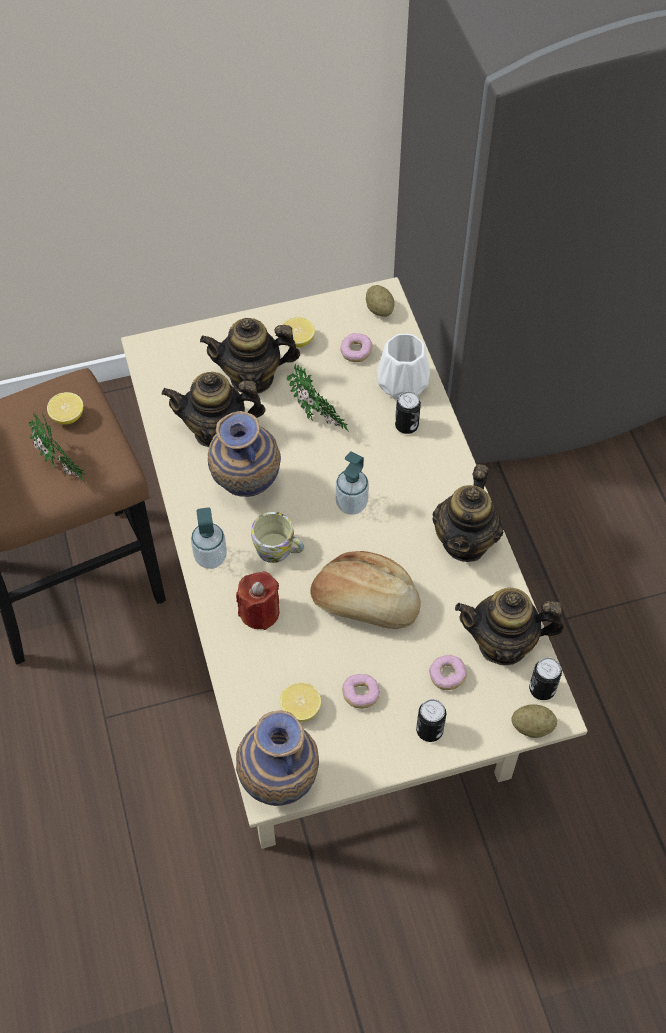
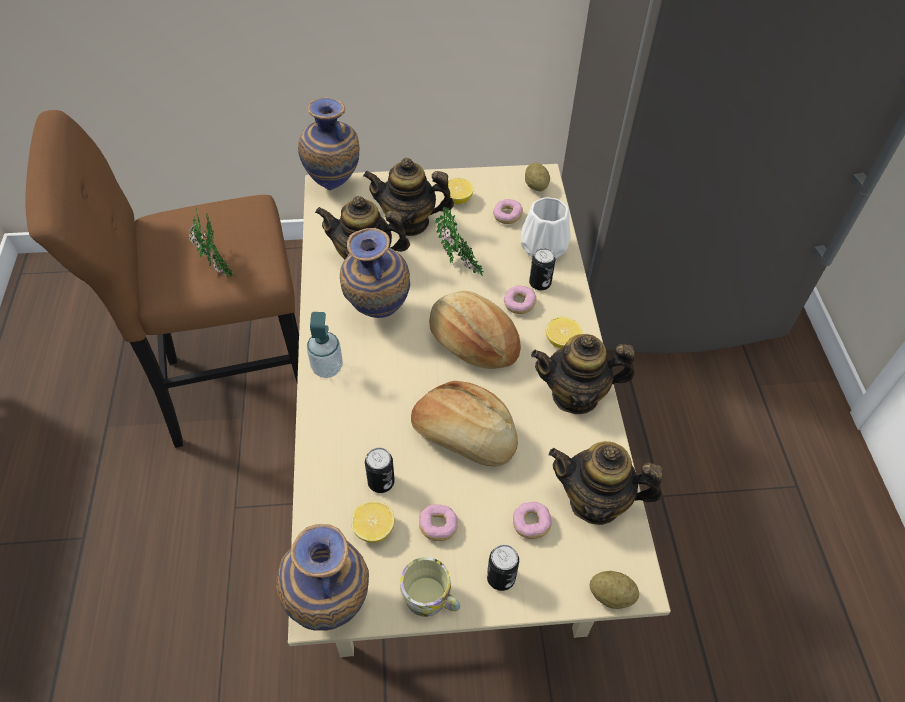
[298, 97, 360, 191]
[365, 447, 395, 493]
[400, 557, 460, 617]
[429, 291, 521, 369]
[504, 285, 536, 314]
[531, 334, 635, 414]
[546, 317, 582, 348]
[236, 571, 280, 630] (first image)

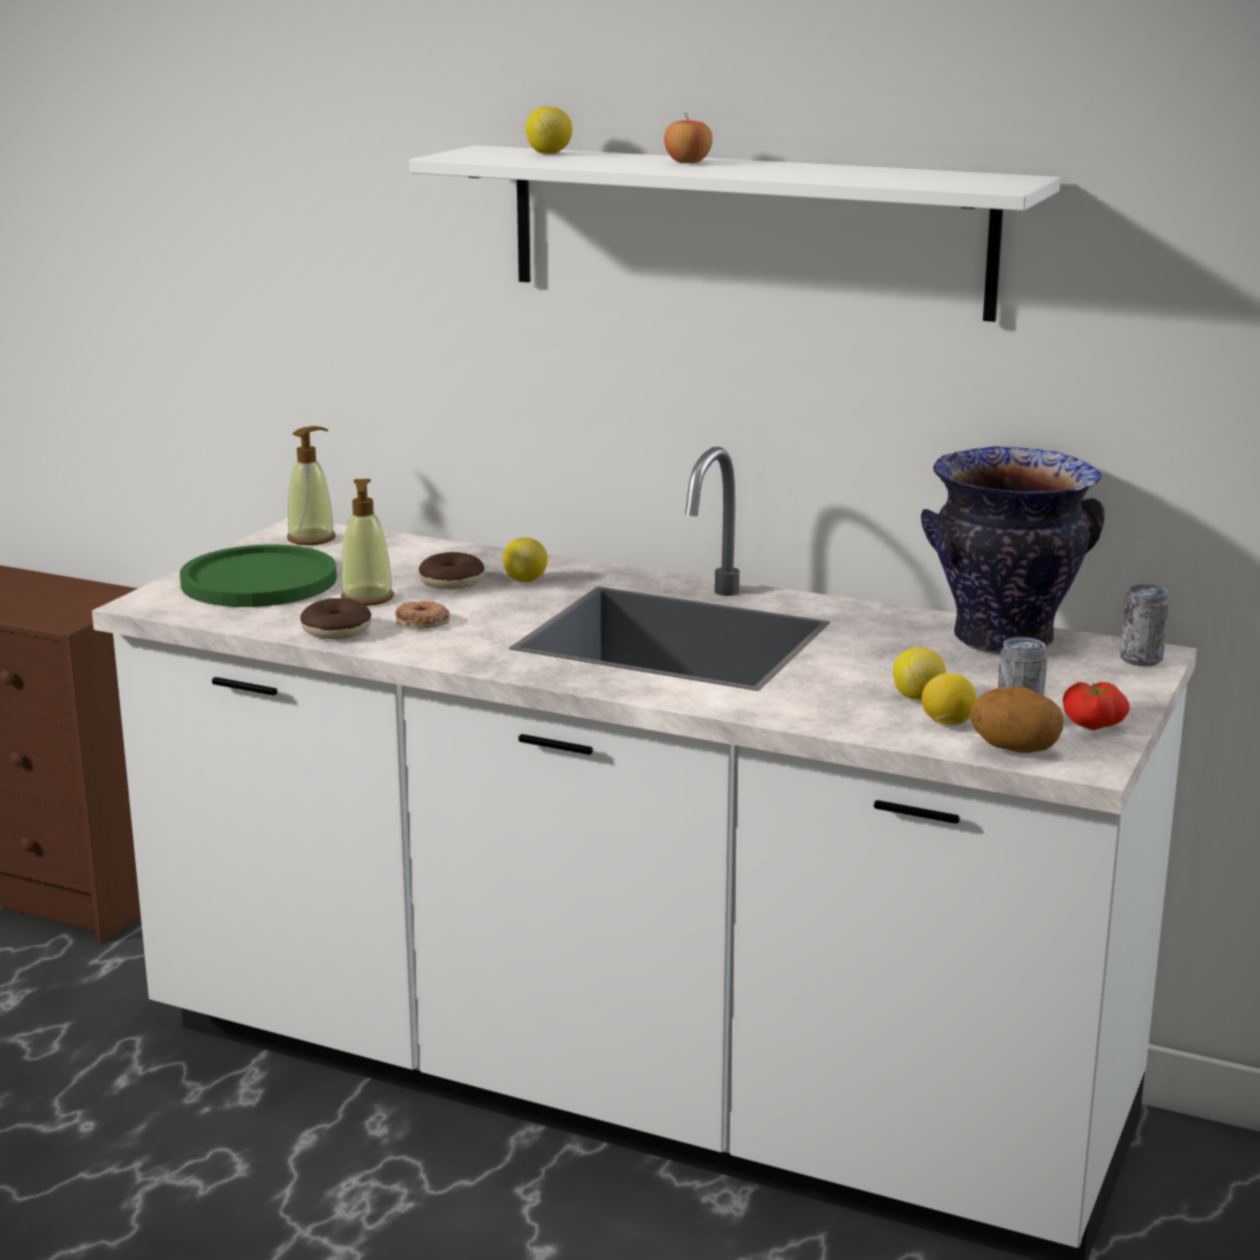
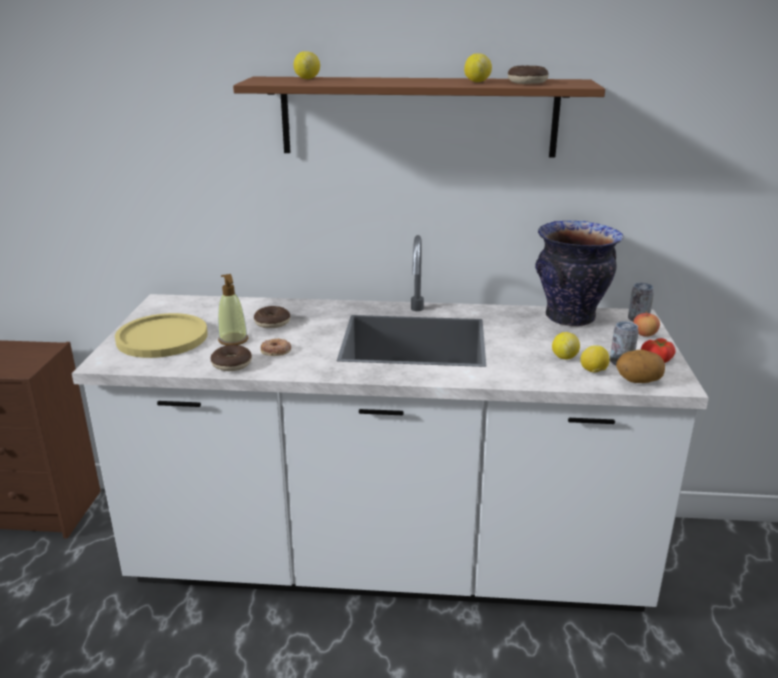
[115, 313, 208, 358]
[233, 77, 605, 158]
[464, 53, 492, 82]
[508, 66, 549, 84]
[633, 311, 660, 337]
[287, 426, 335, 545] (first image)

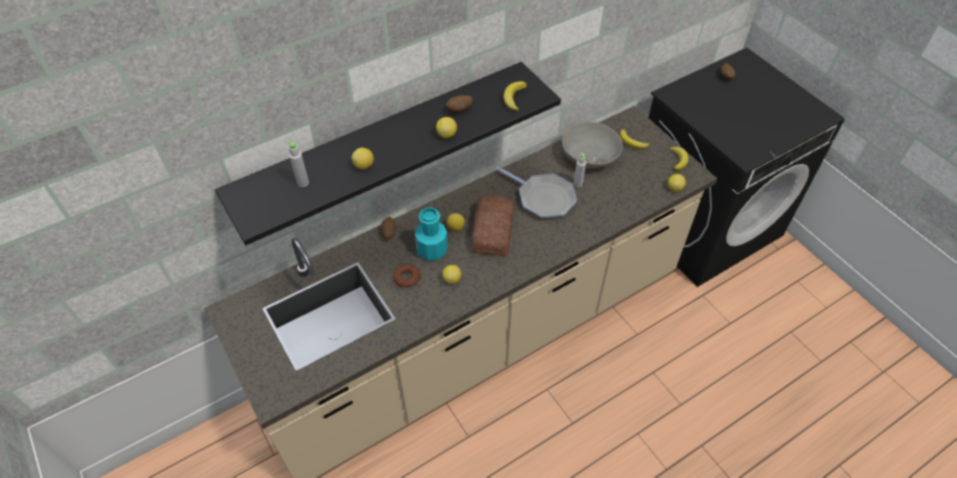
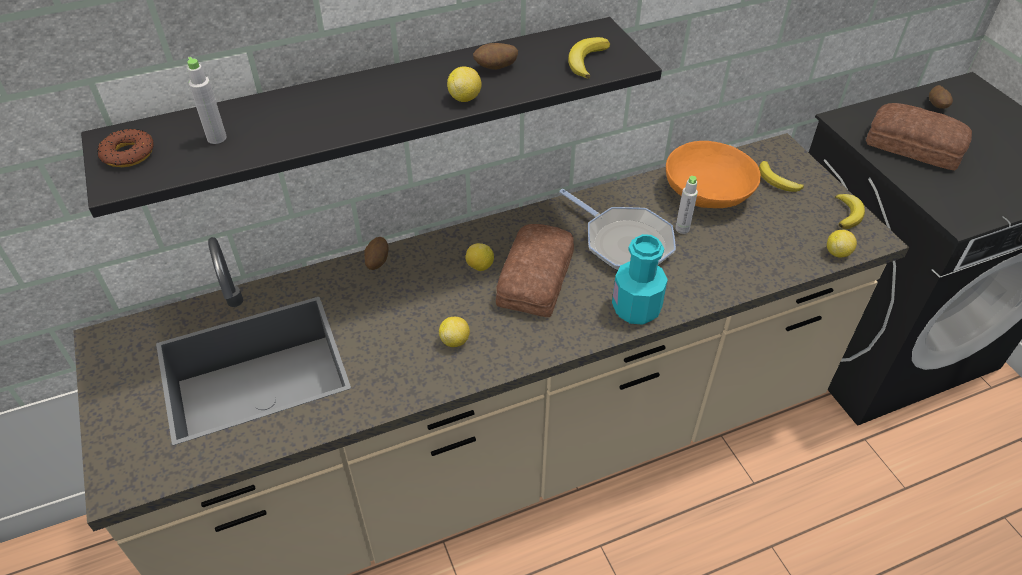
[97, 129, 154, 167]
[612, 234, 668, 325]
[666, 141, 761, 208]
[866, 103, 972, 170]
[352, 148, 374, 170] (first image)

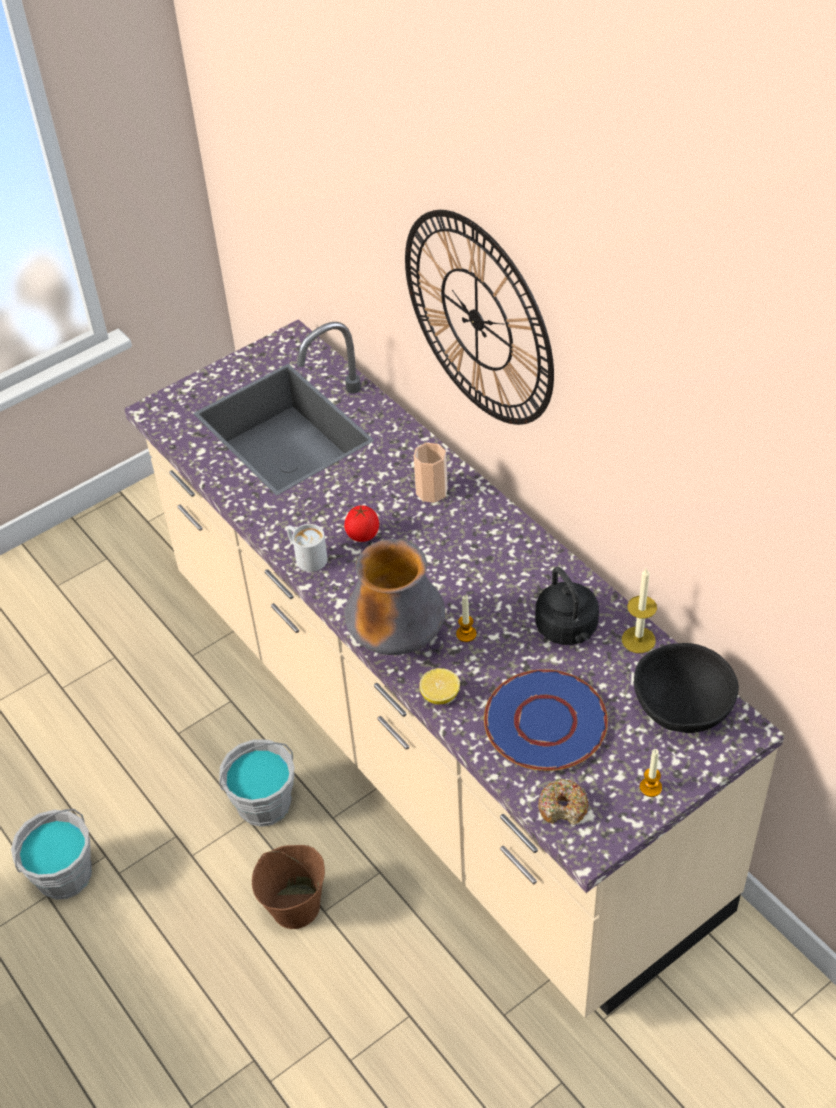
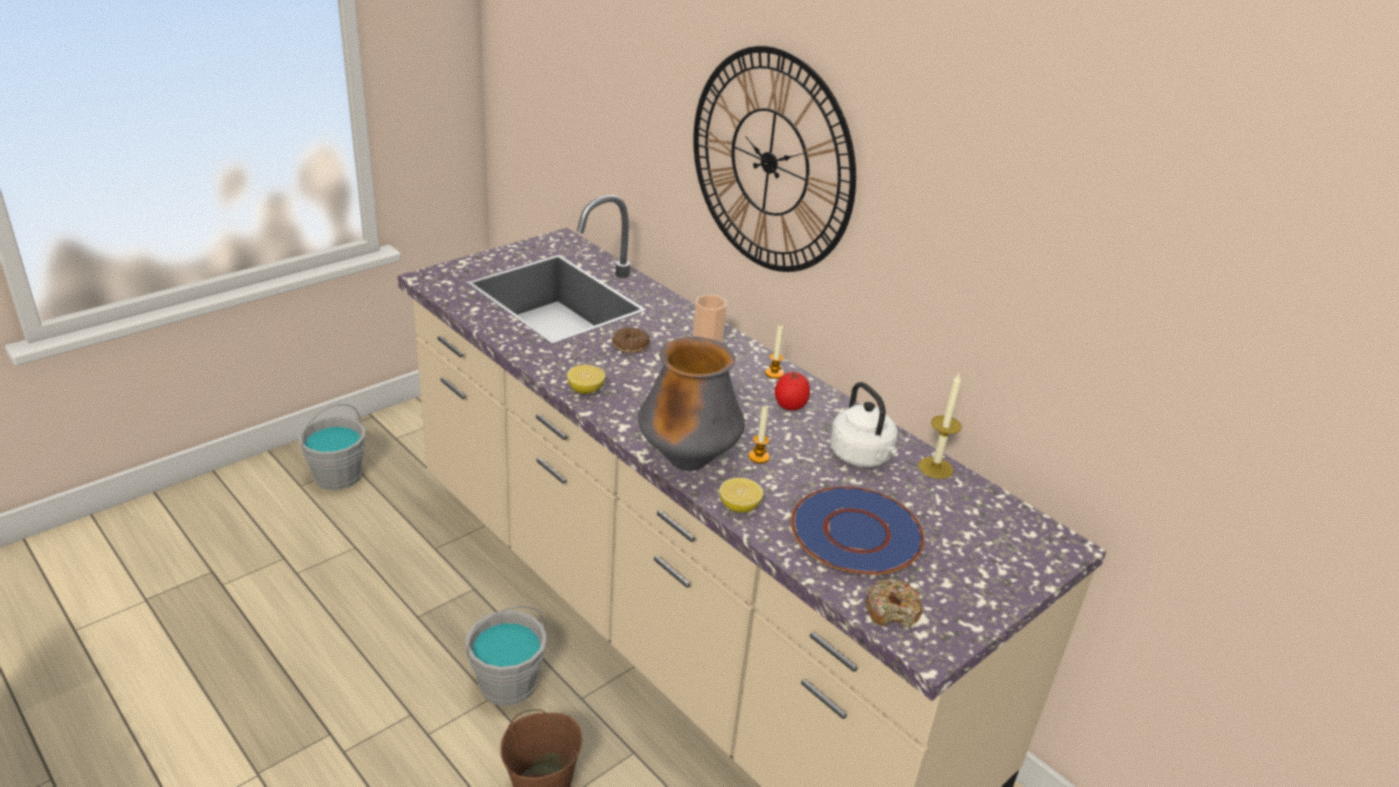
[298, 404, 365, 490]
[567, 365, 605, 394]
[612, 327, 650, 353]
[765, 325, 784, 379]
[775, 372, 810, 410]
[830, 382, 898, 467]
[634, 643, 739, 733] (first image)

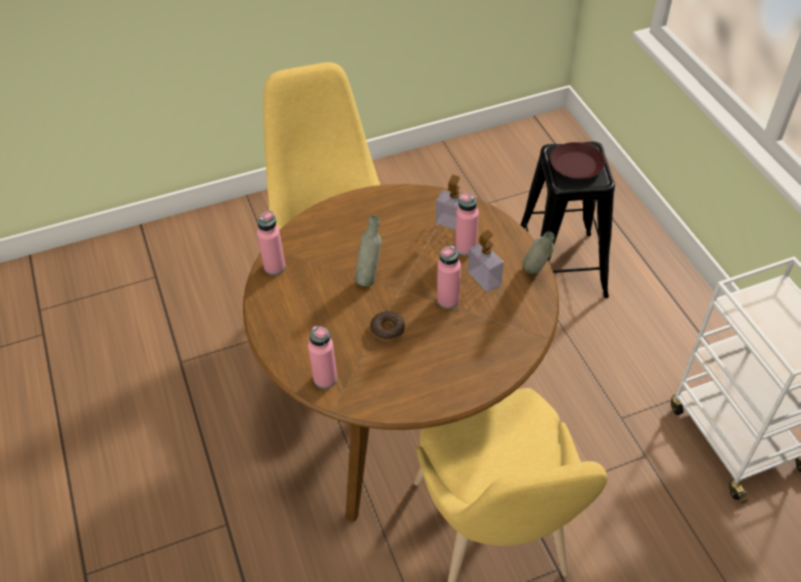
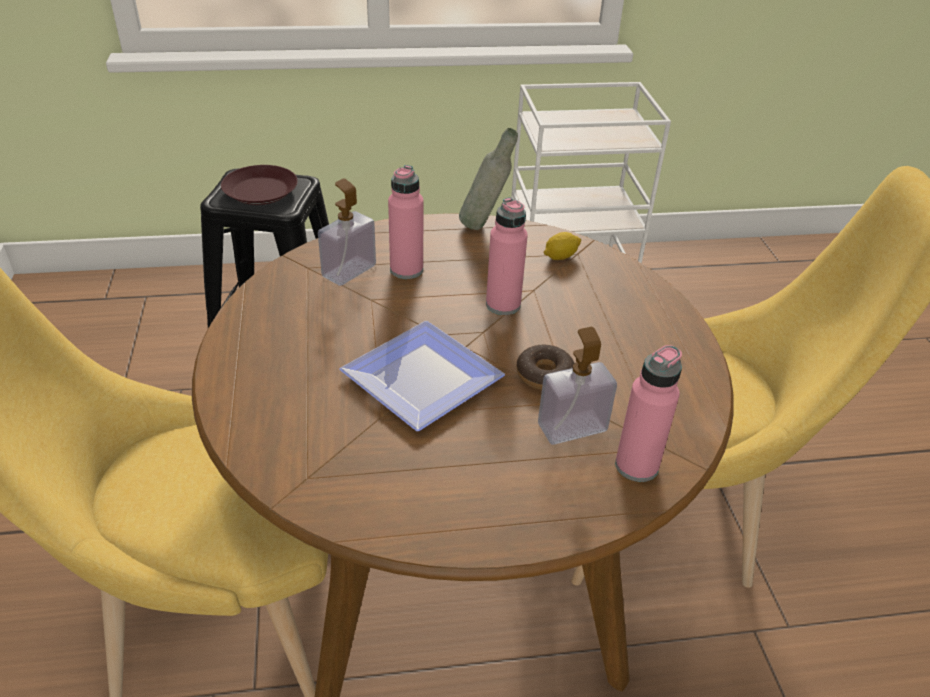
[339, 321, 505, 431]
[538, 327, 617, 445]
[544, 232, 581, 260]
[257, 211, 286, 275] (first image)

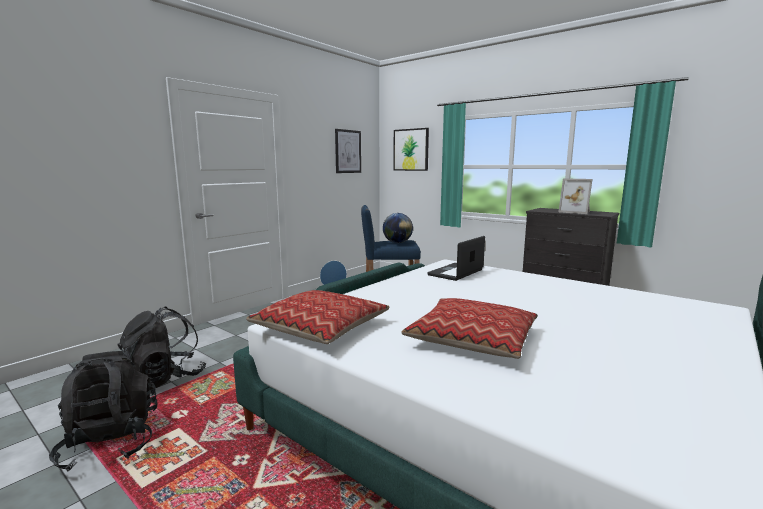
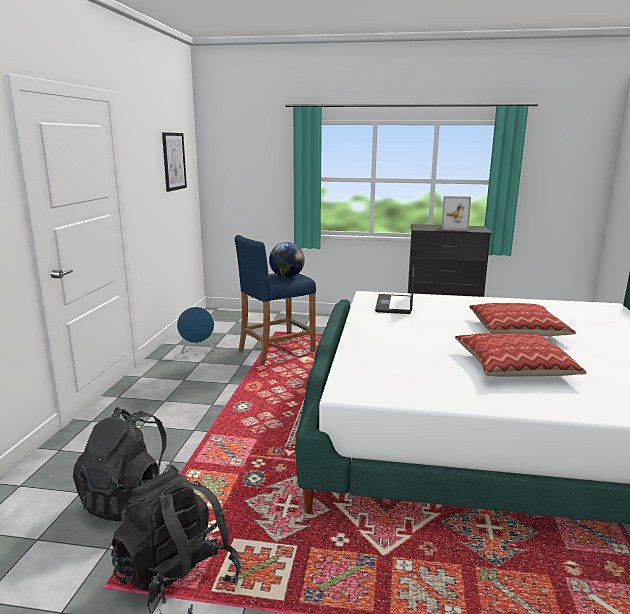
[469, 303, 576, 336]
[393, 128, 429, 171] (first image)

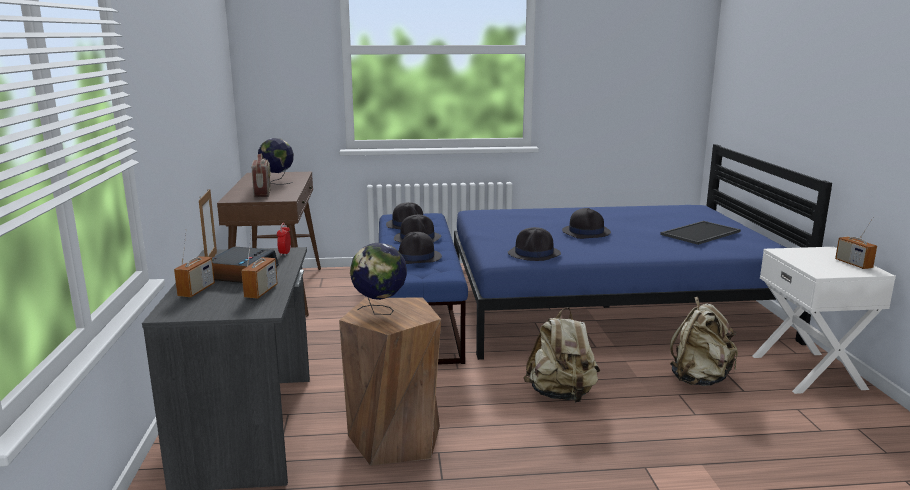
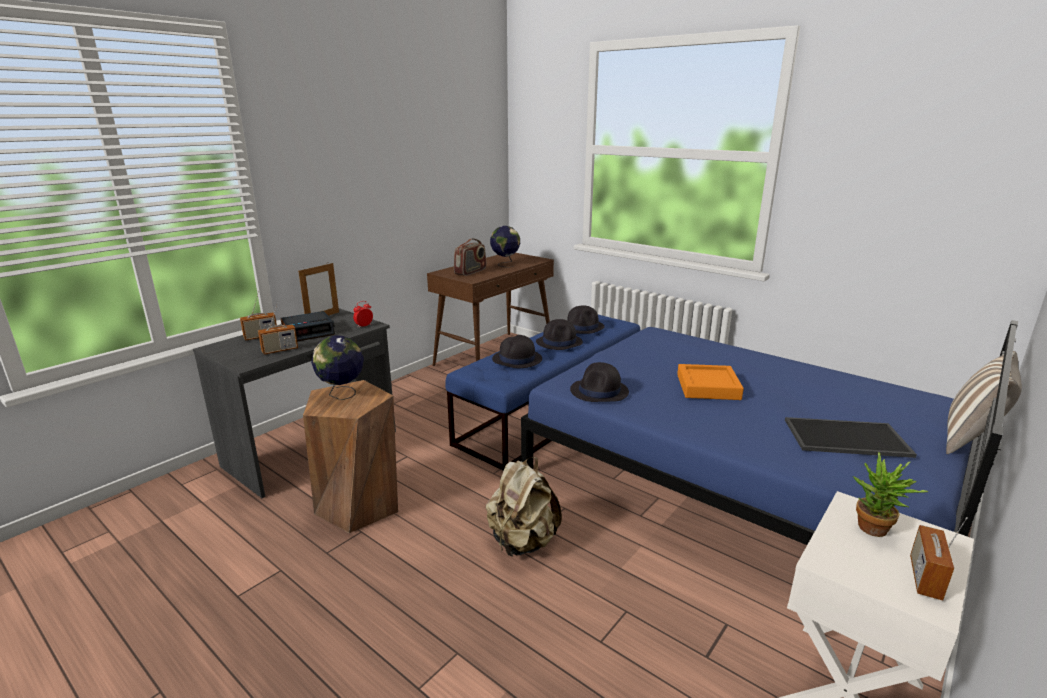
[677, 364, 744, 400]
[853, 453, 928, 537]
[946, 351, 1022, 454]
[670, 297, 738, 386] (first image)

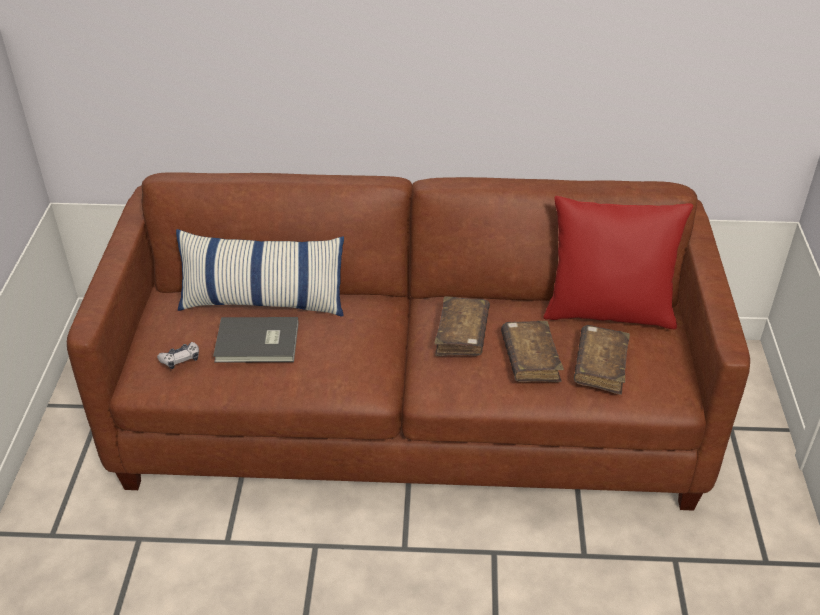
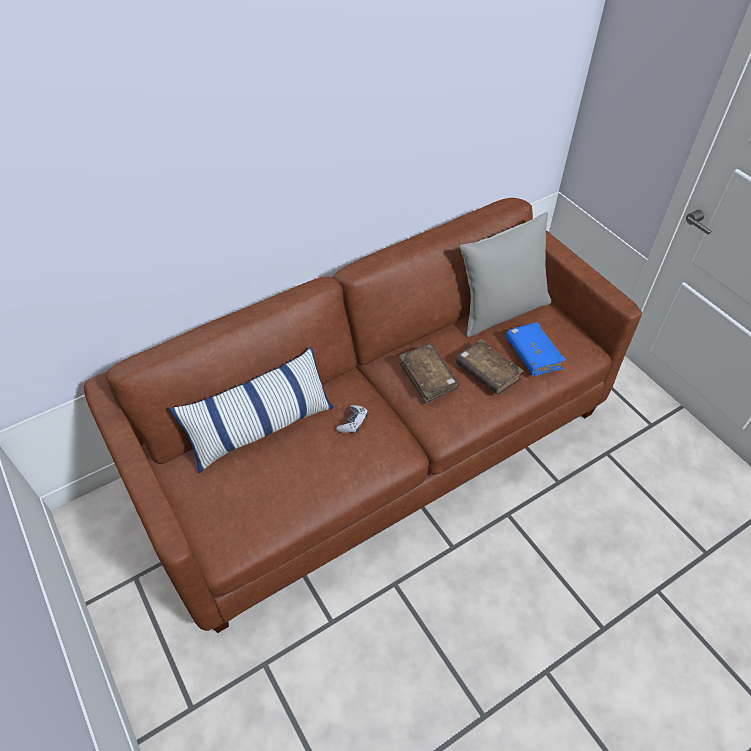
[336, 405, 368, 433]
[460, 212, 551, 337]
[505, 322, 566, 376]
[213, 317, 299, 363] (first image)

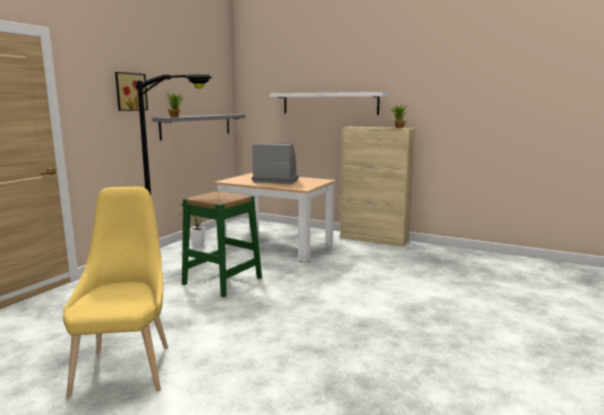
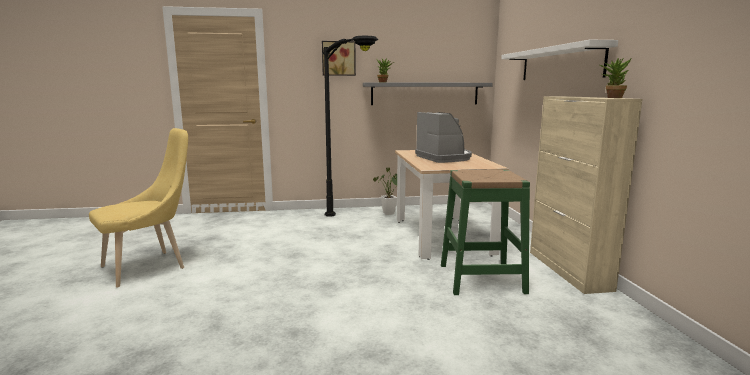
[441, 170, 530, 295]

